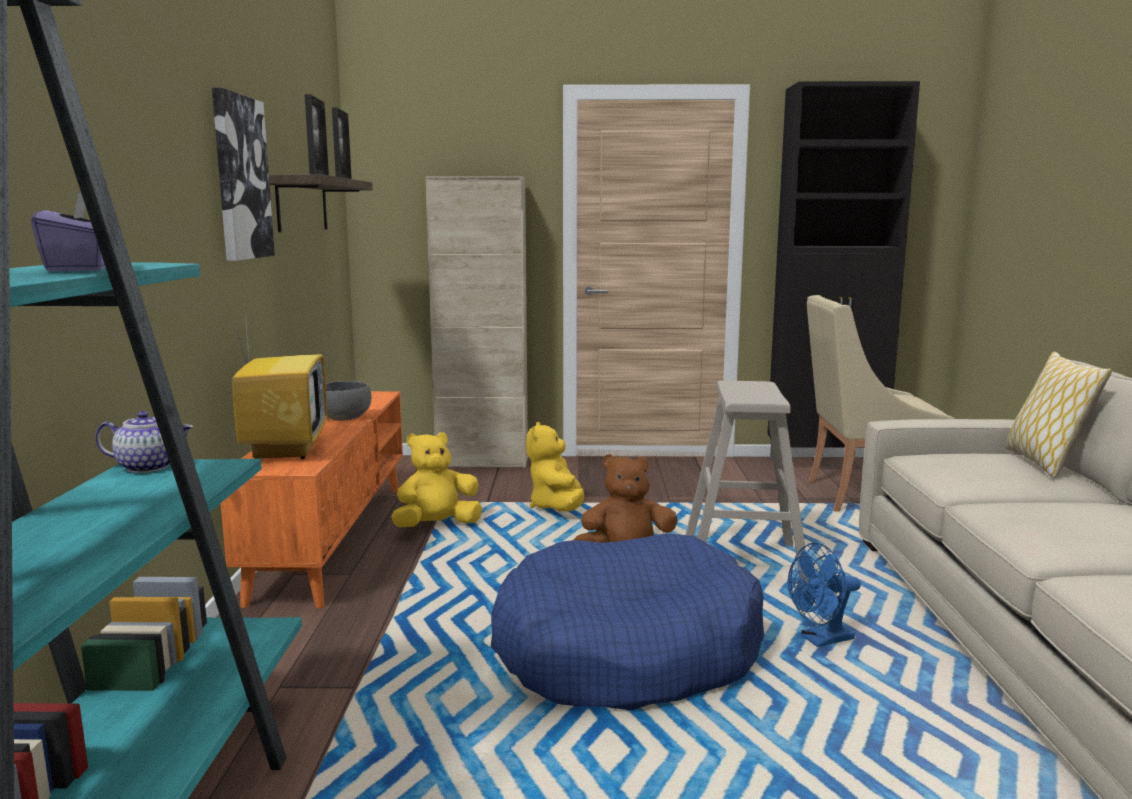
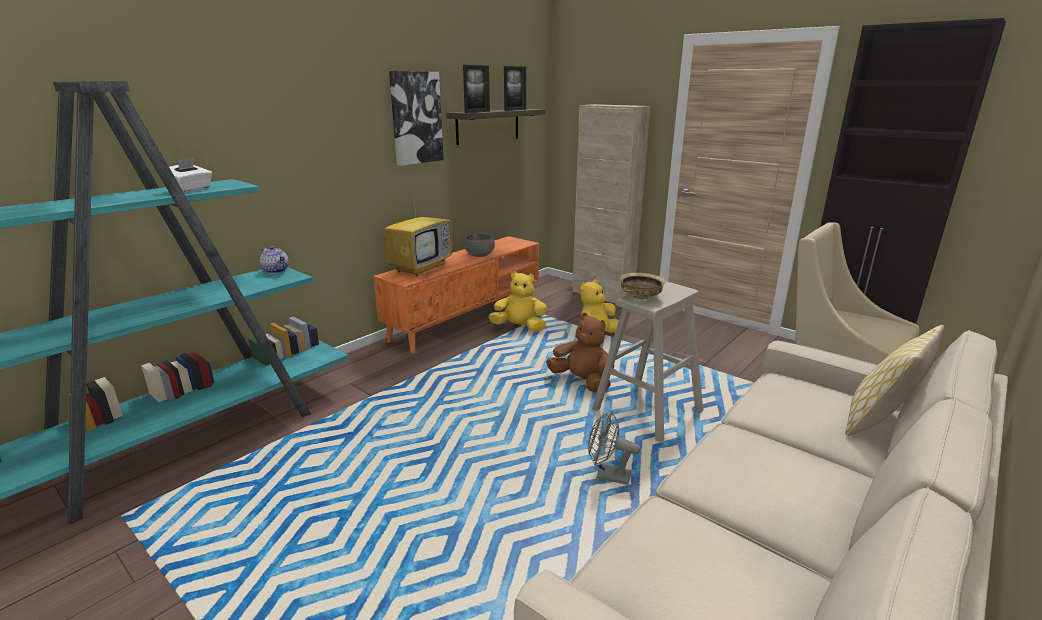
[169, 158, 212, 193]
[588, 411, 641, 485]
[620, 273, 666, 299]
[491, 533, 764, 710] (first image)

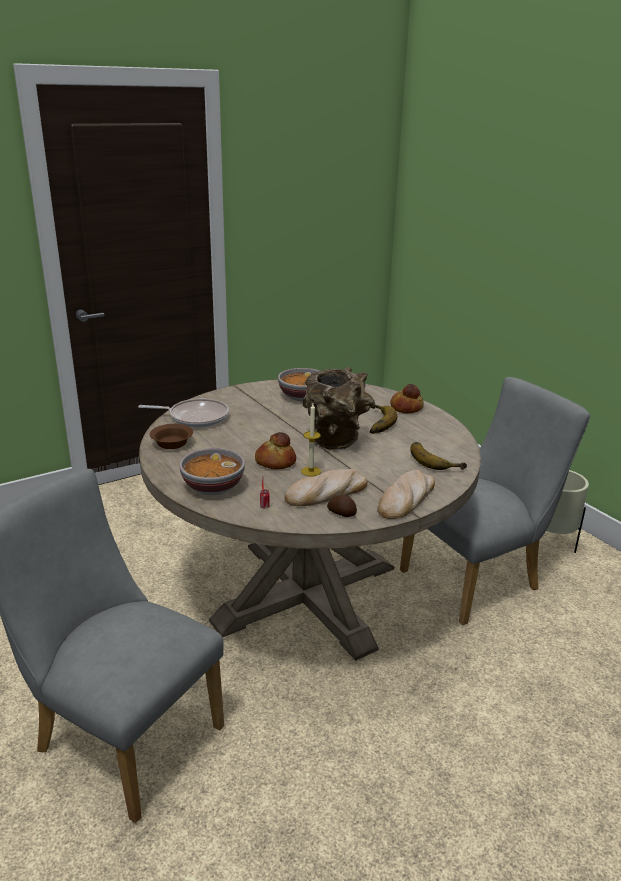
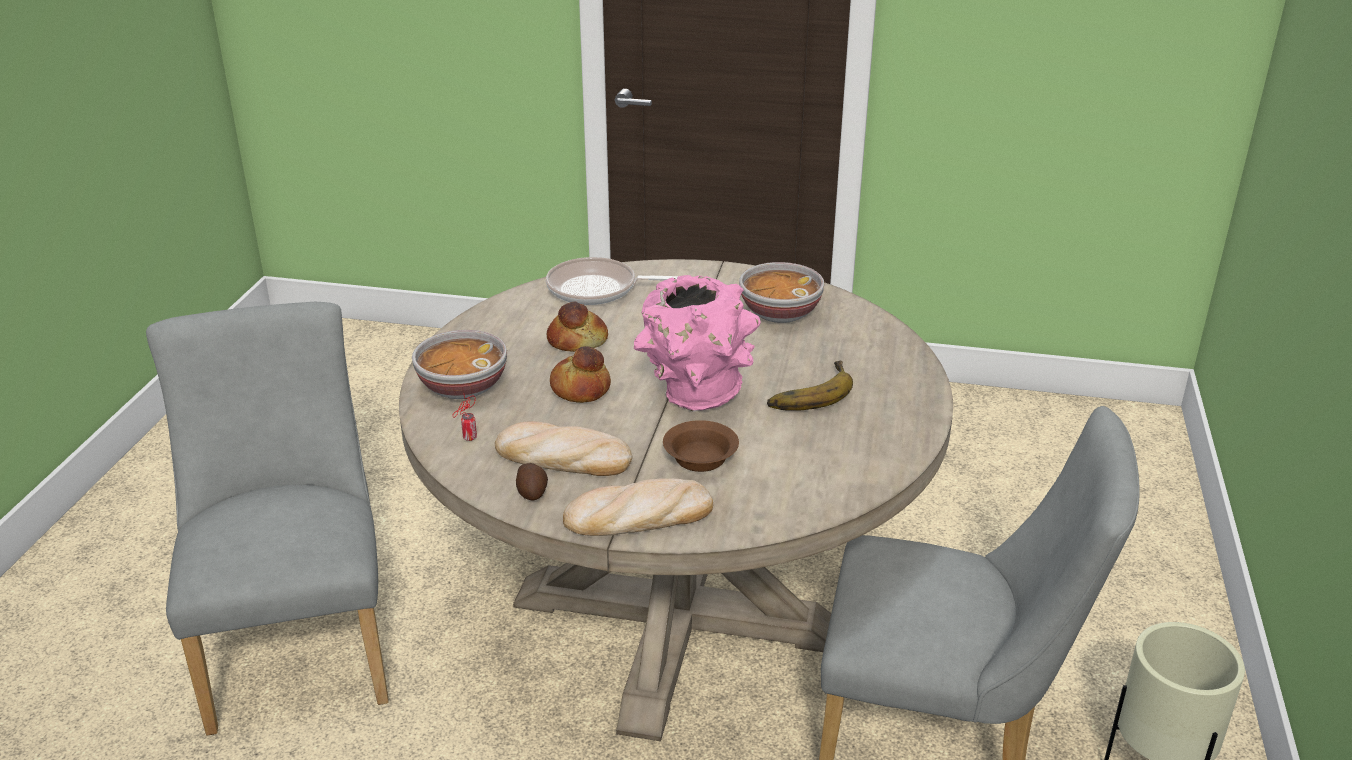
[546, 257, 678, 305]
[547, 302, 608, 352]
[634, 275, 761, 412]
[663, 420, 739, 472]
[301, 404, 321, 476] (first image)
[411, 442, 467, 470] (first image)

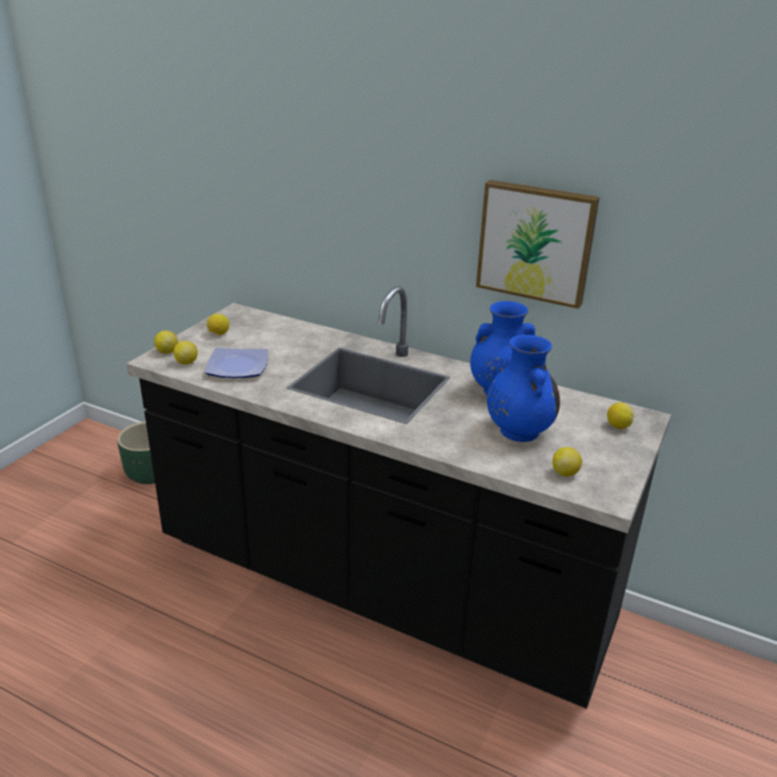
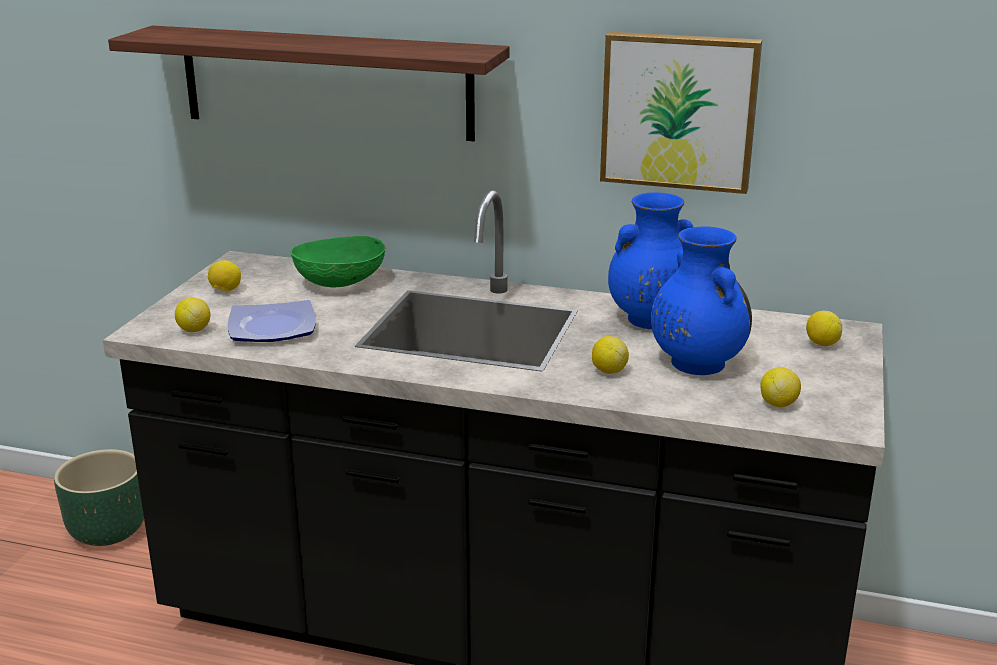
[108, 26, 510, 141]
[290, 236, 385, 287]
[592, 336, 629, 374]

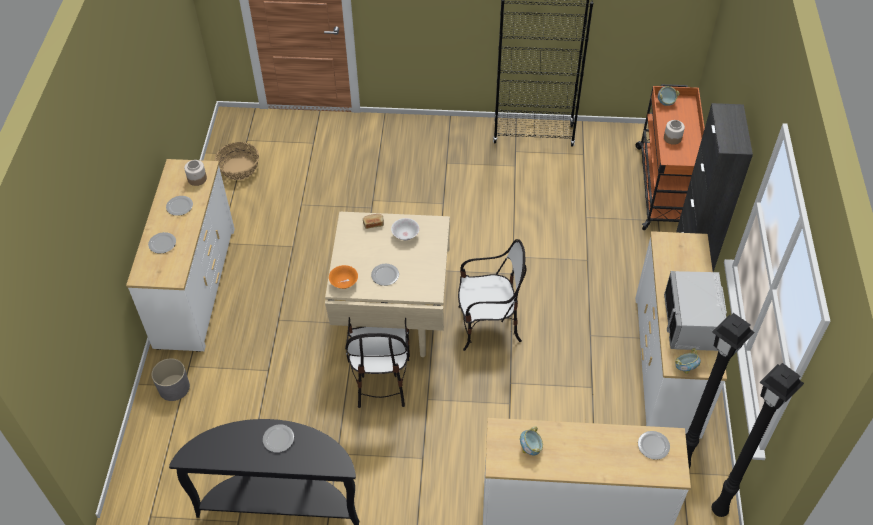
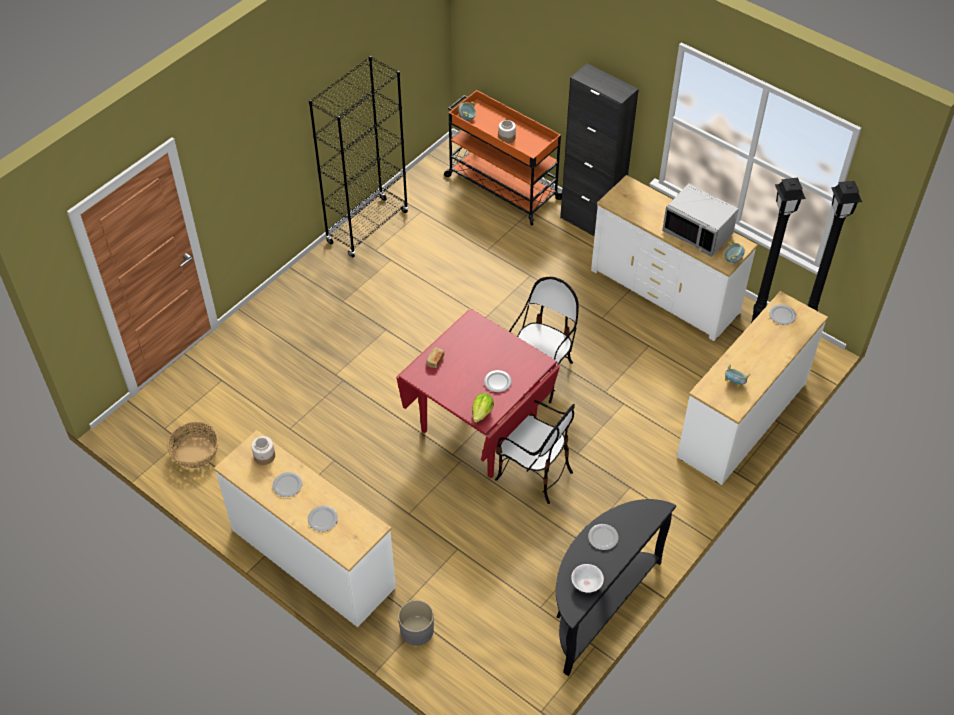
[396, 309, 560, 478]
[472, 393, 494, 423]
[571, 564, 604, 593]

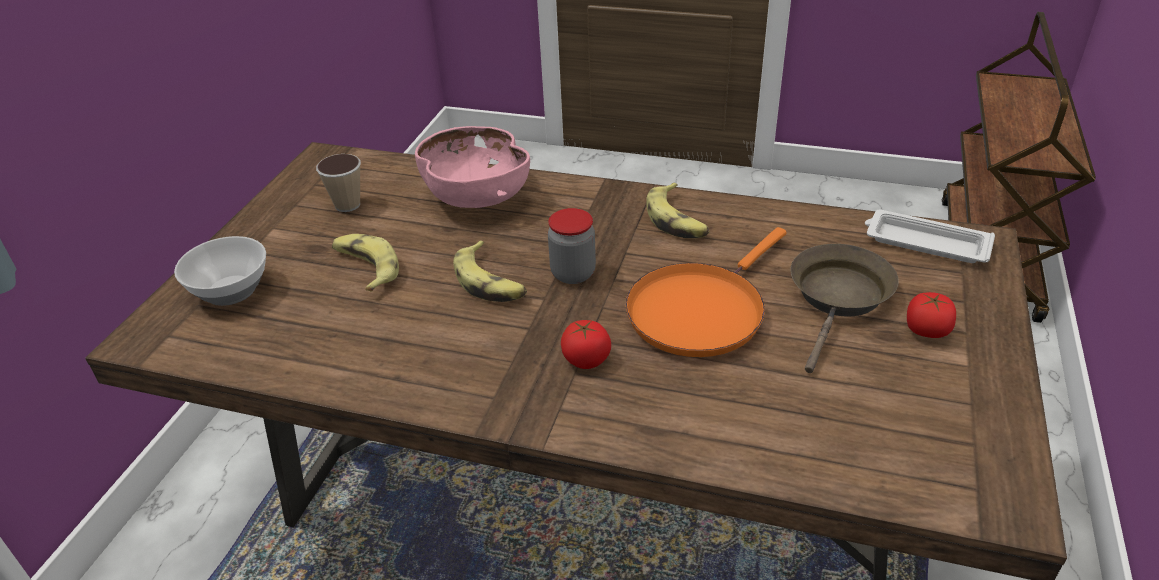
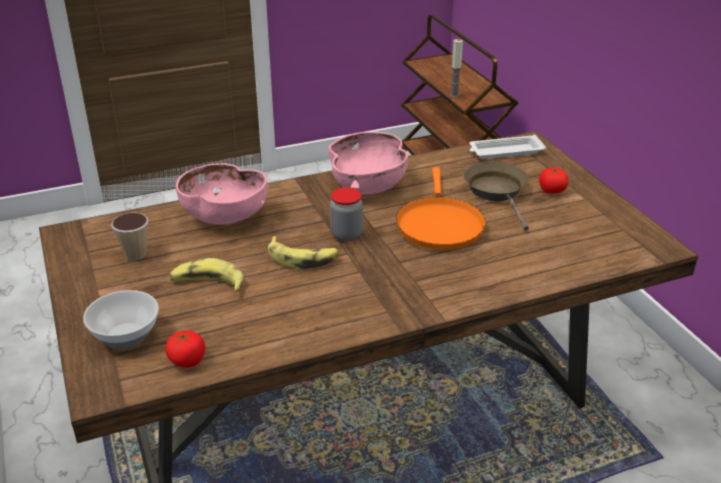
[165, 330, 205, 368]
[329, 131, 408, 195]
[450, 39, 463, 97]

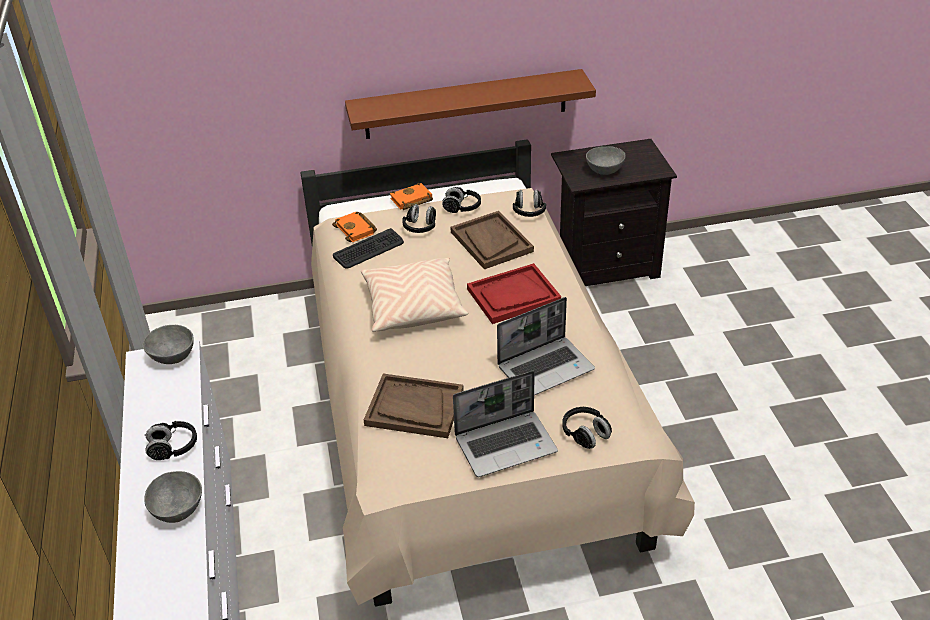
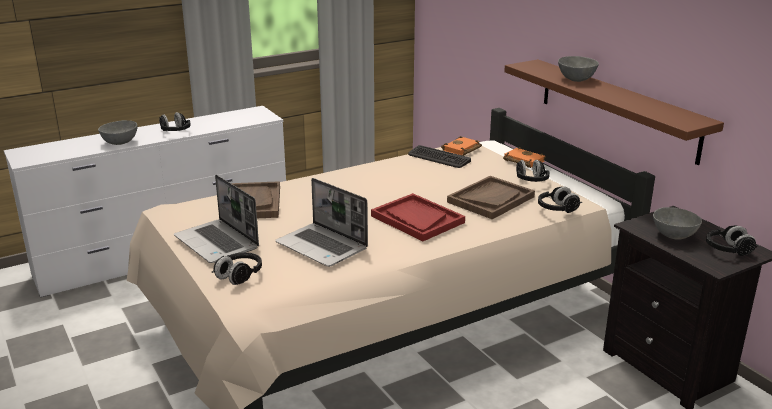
[558, 56, 599, 82]
[706, 225, 759, 256]
[361, 257, 468, 332] (first image)

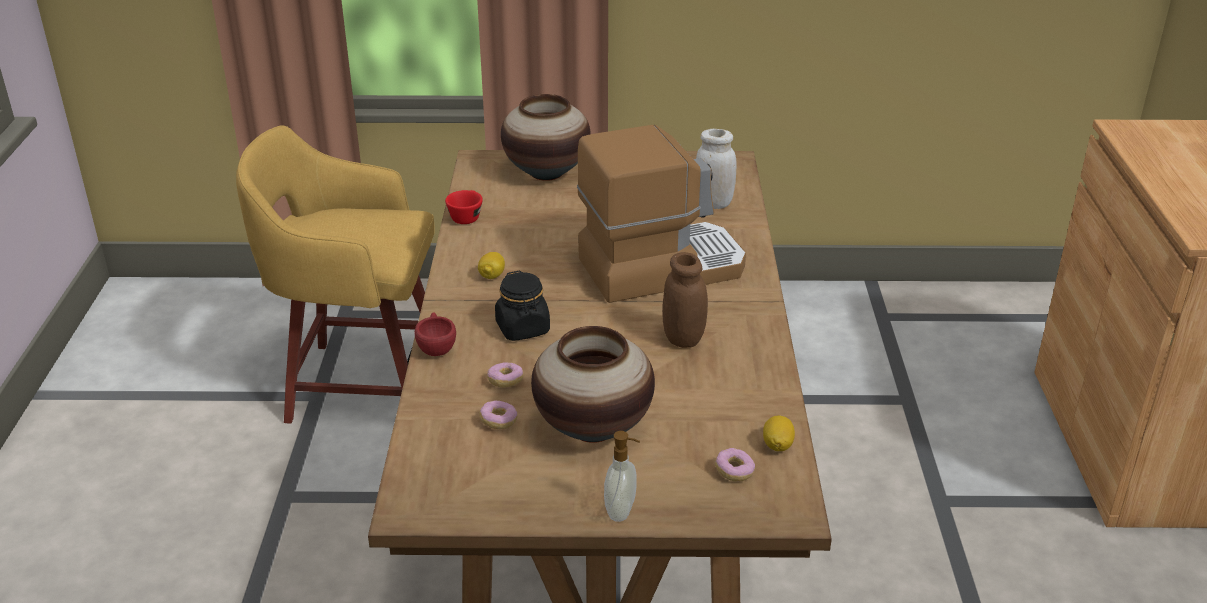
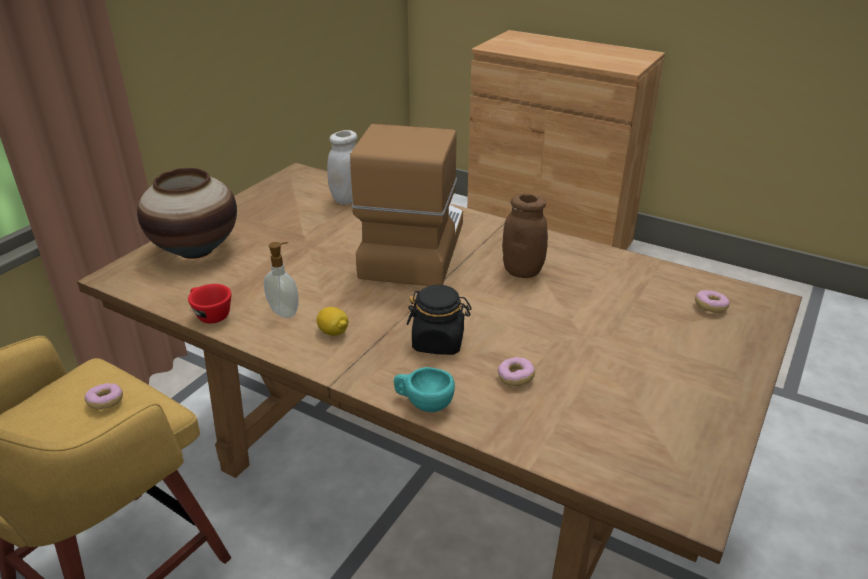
[84, 383, 123, 410]
[264, 242, 299, 318]
[394, 367, 455, 412]
[531, 326, 655, 443] (first image)
[763, 415, 795, 451] (first image)

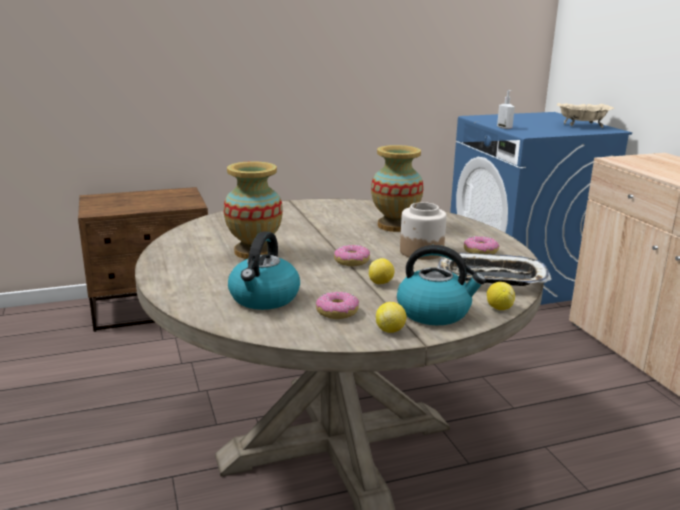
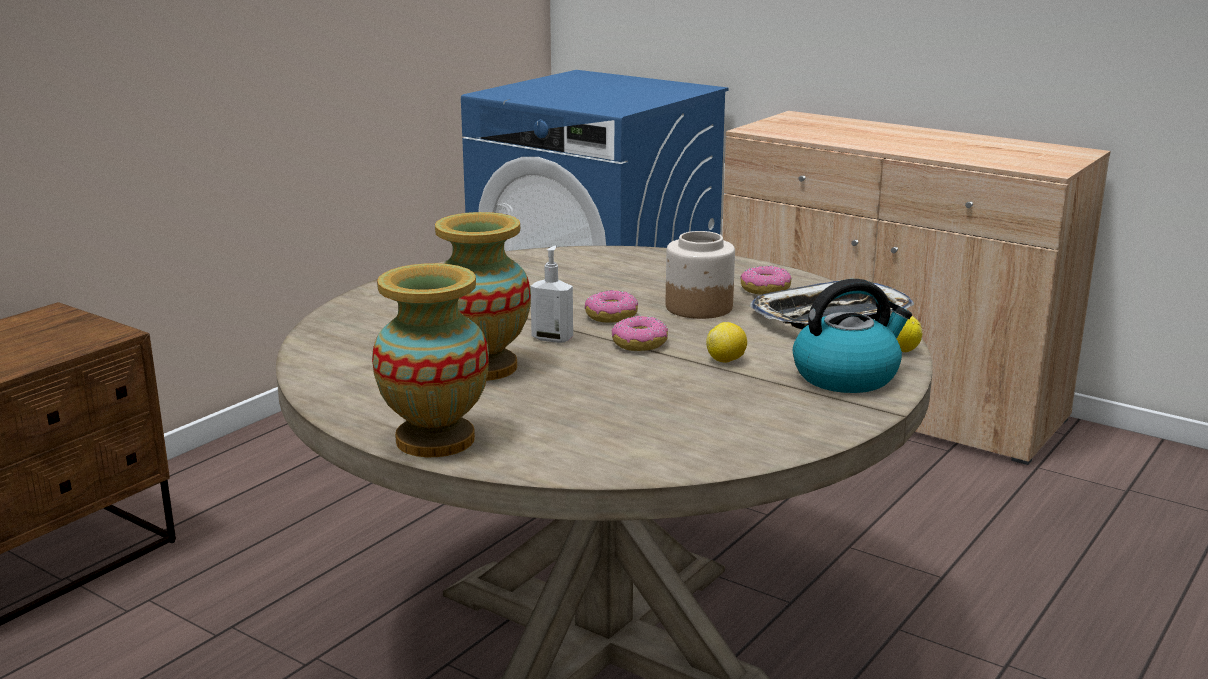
[372, 263, 489, 457]
[530, 245, 573, 343]
[585, 290, 638, 323]
[228, 231, 300, 310] (first image)
[376, 302, 407, 333] (first image)
[556, 103, 615, 128] (first image)

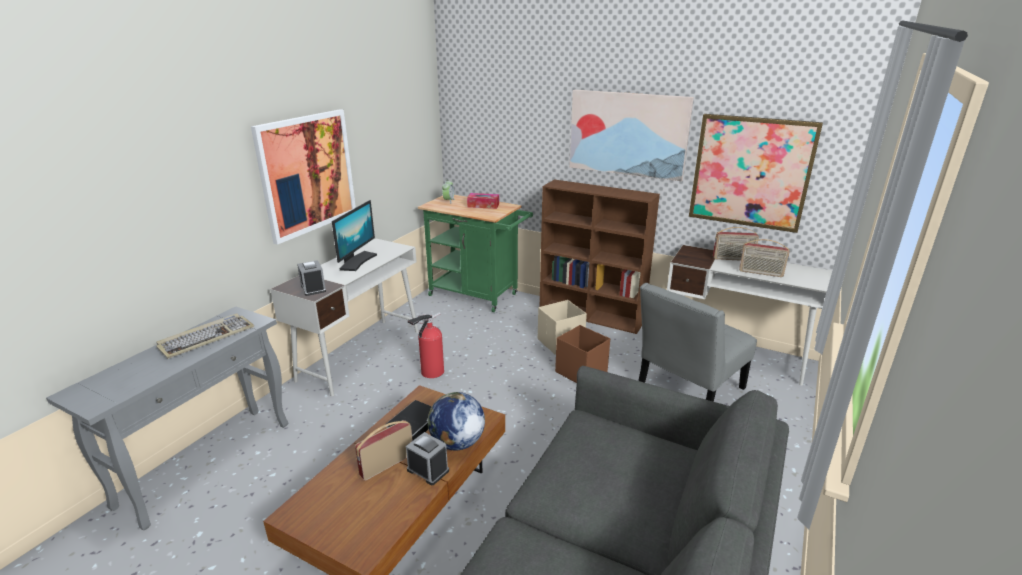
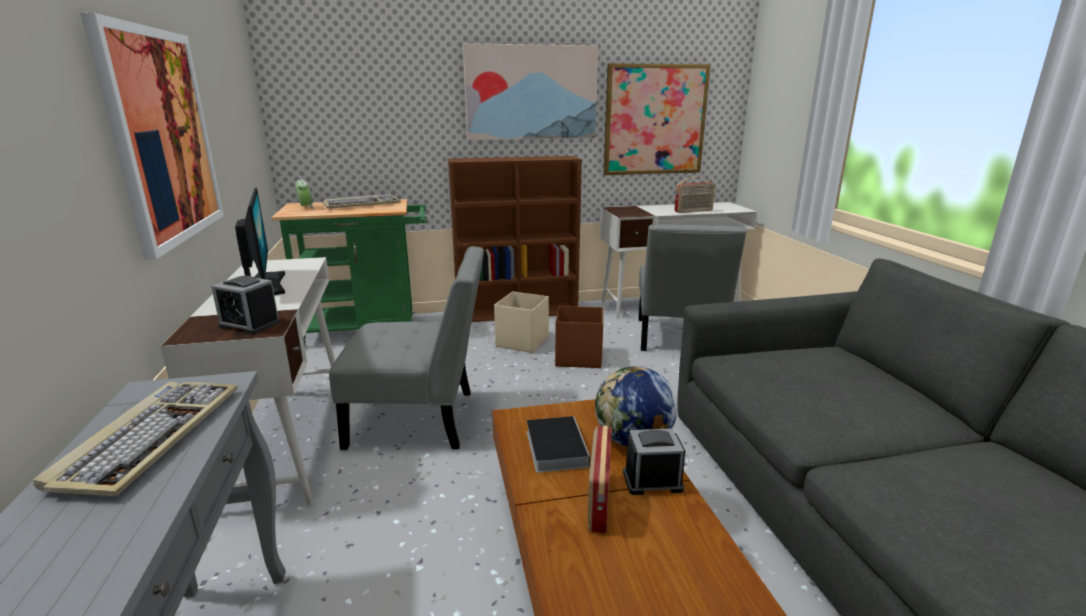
[322, 194, 401, 209]
[329, 246, 484, 450]
[713, 227, 759, 261] (first image)

